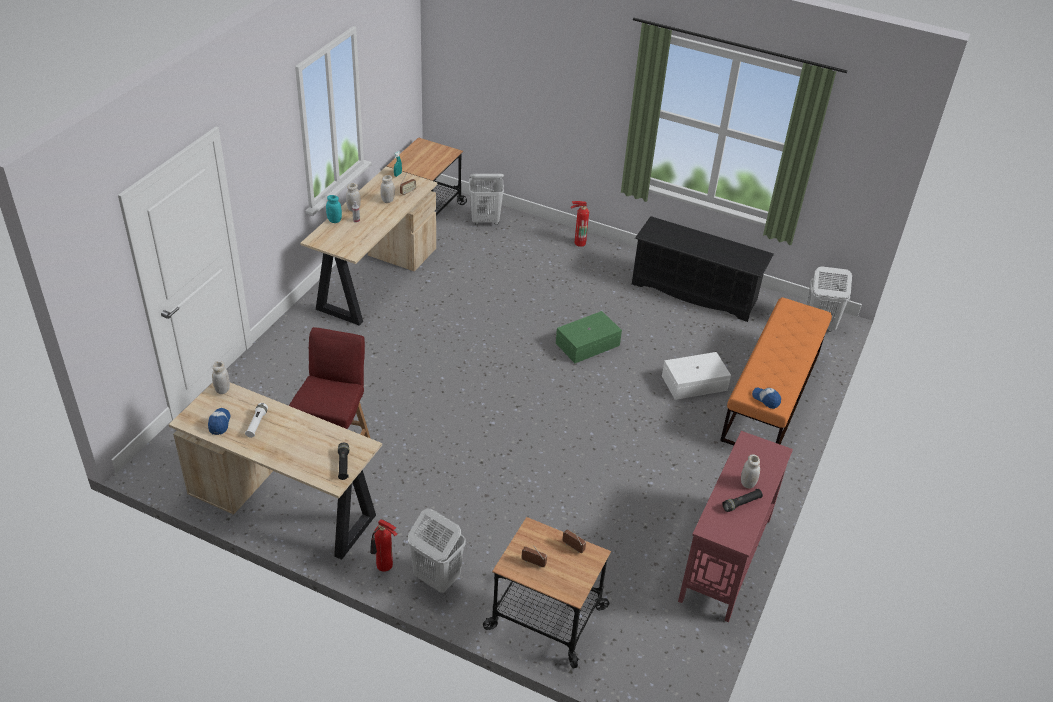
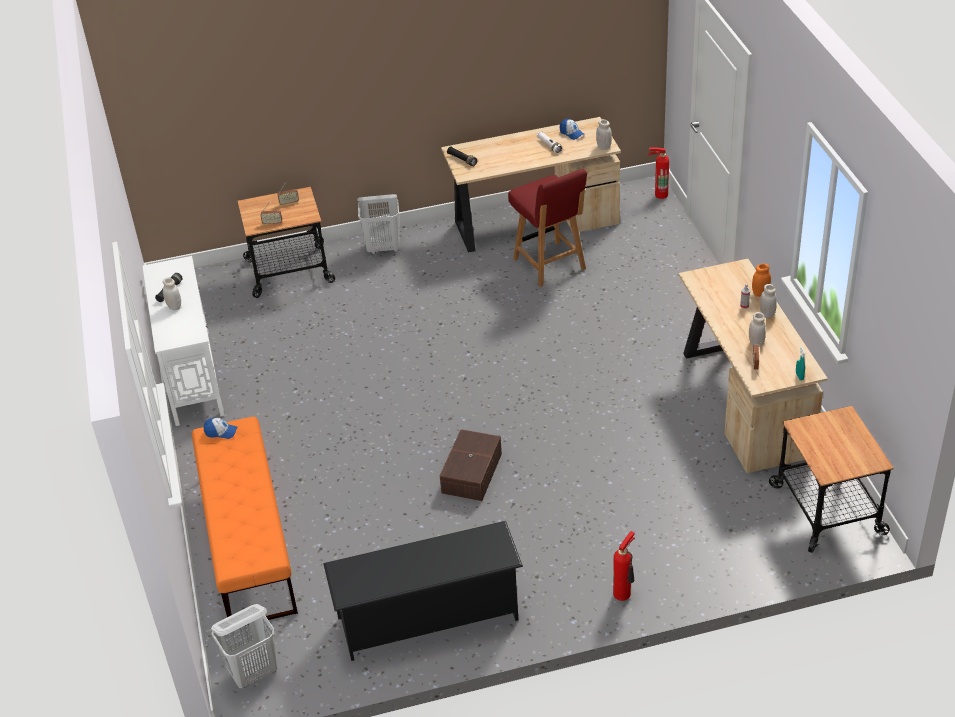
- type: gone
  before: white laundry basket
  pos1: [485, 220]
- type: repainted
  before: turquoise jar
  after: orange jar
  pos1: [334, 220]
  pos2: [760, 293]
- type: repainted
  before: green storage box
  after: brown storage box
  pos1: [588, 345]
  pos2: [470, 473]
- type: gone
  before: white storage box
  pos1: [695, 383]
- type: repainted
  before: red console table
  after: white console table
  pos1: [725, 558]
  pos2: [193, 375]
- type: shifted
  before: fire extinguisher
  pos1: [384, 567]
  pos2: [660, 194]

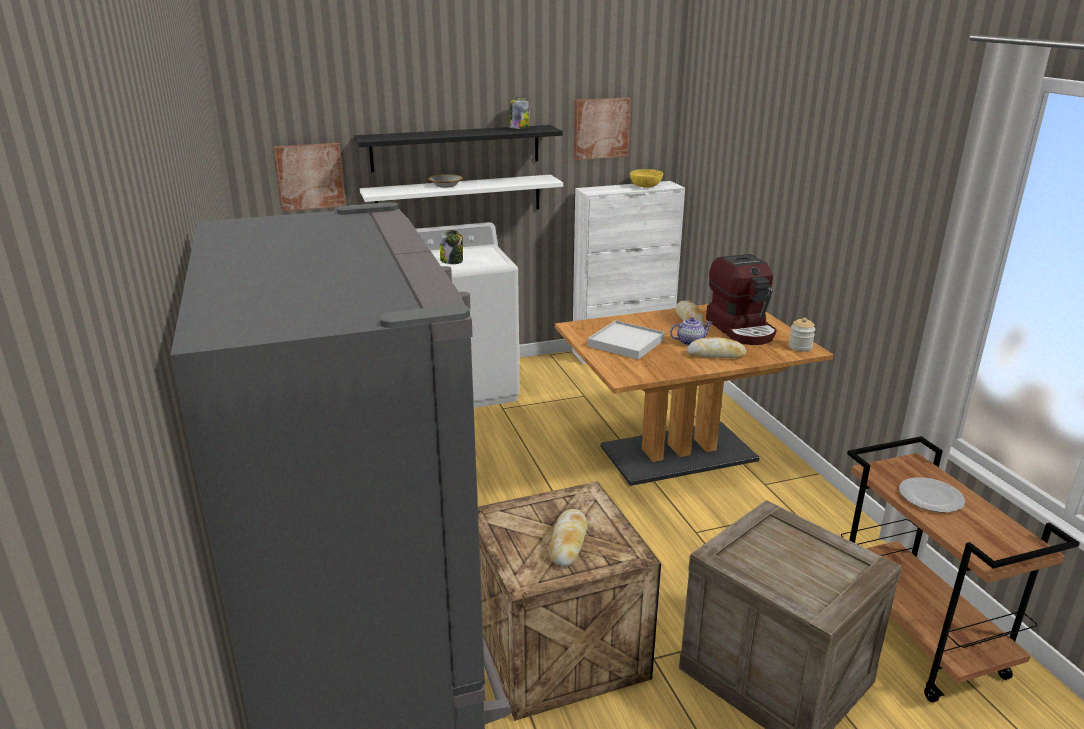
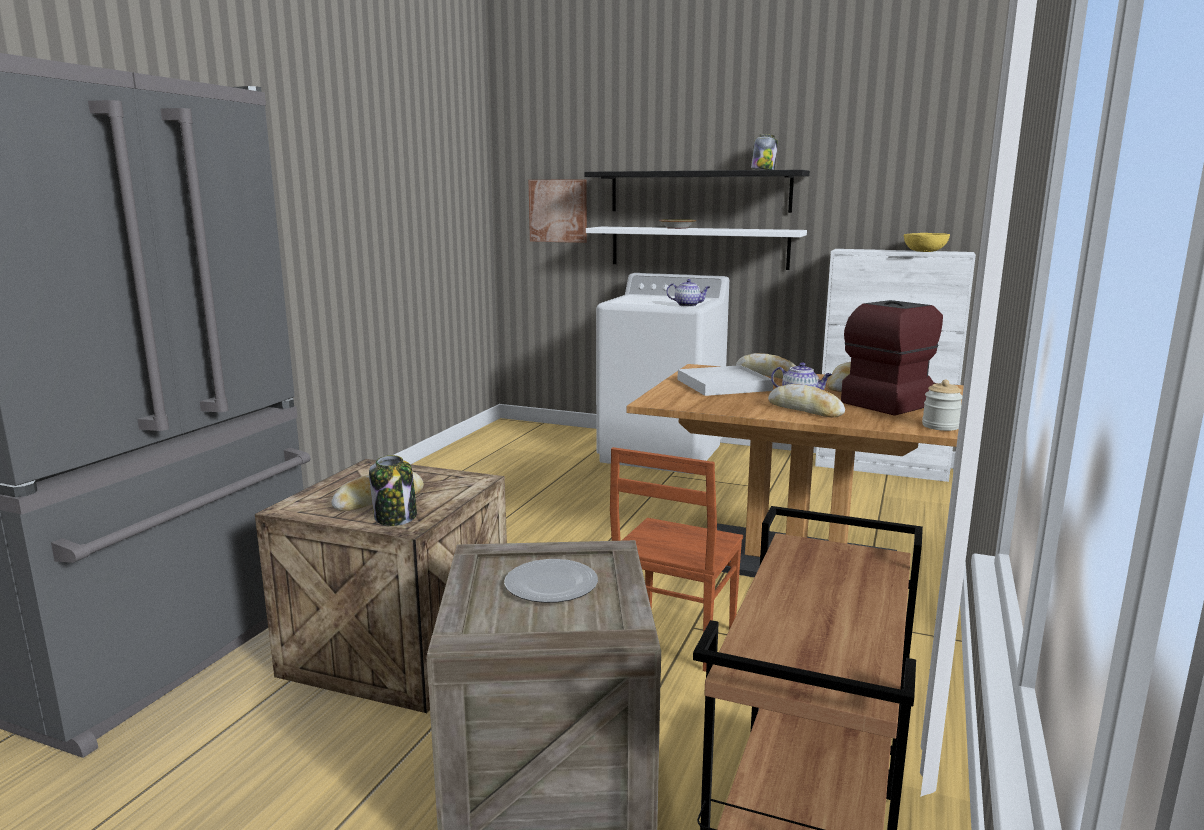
- type: gone
  before: picture
  pos1: [601, 128]
- type: shifted
  before: jar
  pos1: [452, 261]
  pos2: [396, 517]
- type: rotated
  before: coffee machine
  pos1: [741, 329]
  pos2: [895, 401]
  turn: -150
- type: shifted
  before: plate
  pos1: [930, 498]
  pos2: [550, 585]
- type: new
  after: teapot
  pos2: [688, 305]
- type: new
  after: bread
  pos2: [766, 374]
- type: new
  after: brown chair
  pos2: [672, 638]

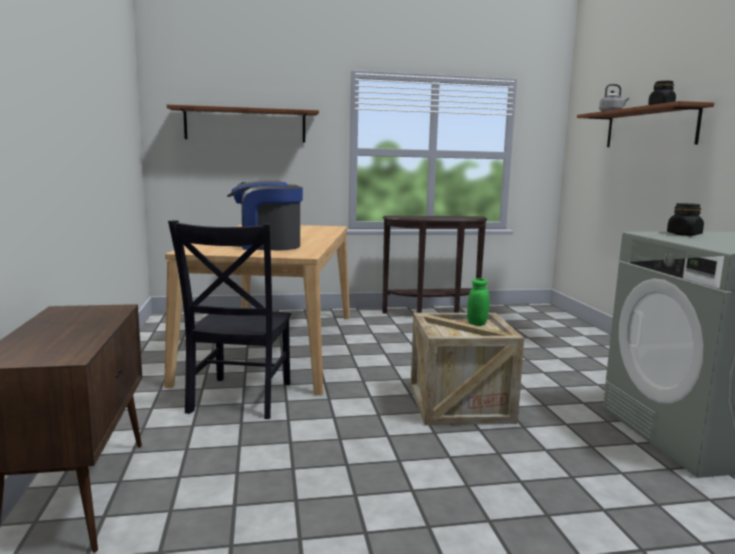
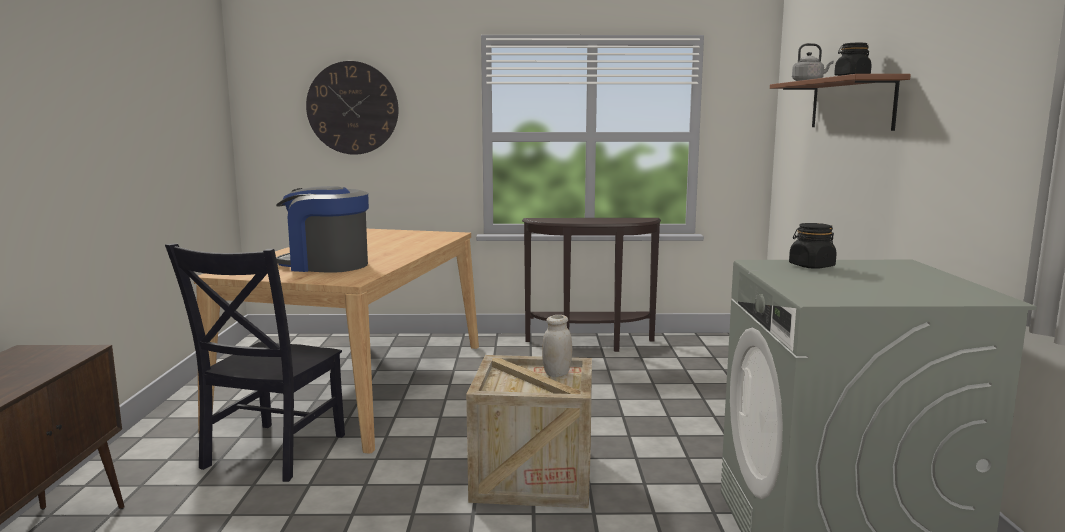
- type: swapped
  before: brown shelf
  after: wall clock
  pos1: [245, 125]
  pos2: [352, 108]
- type: repainted
  before: green jar
  after: white jar
  pos1: [477, 324]
  pos2: [557, 374]

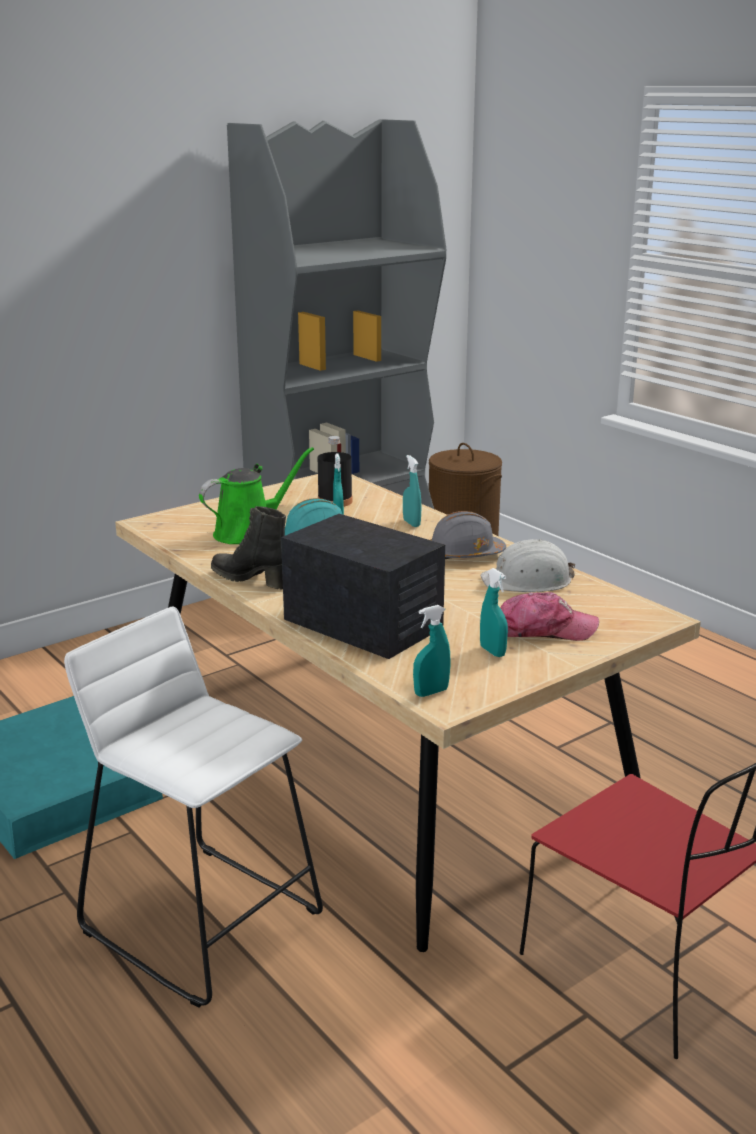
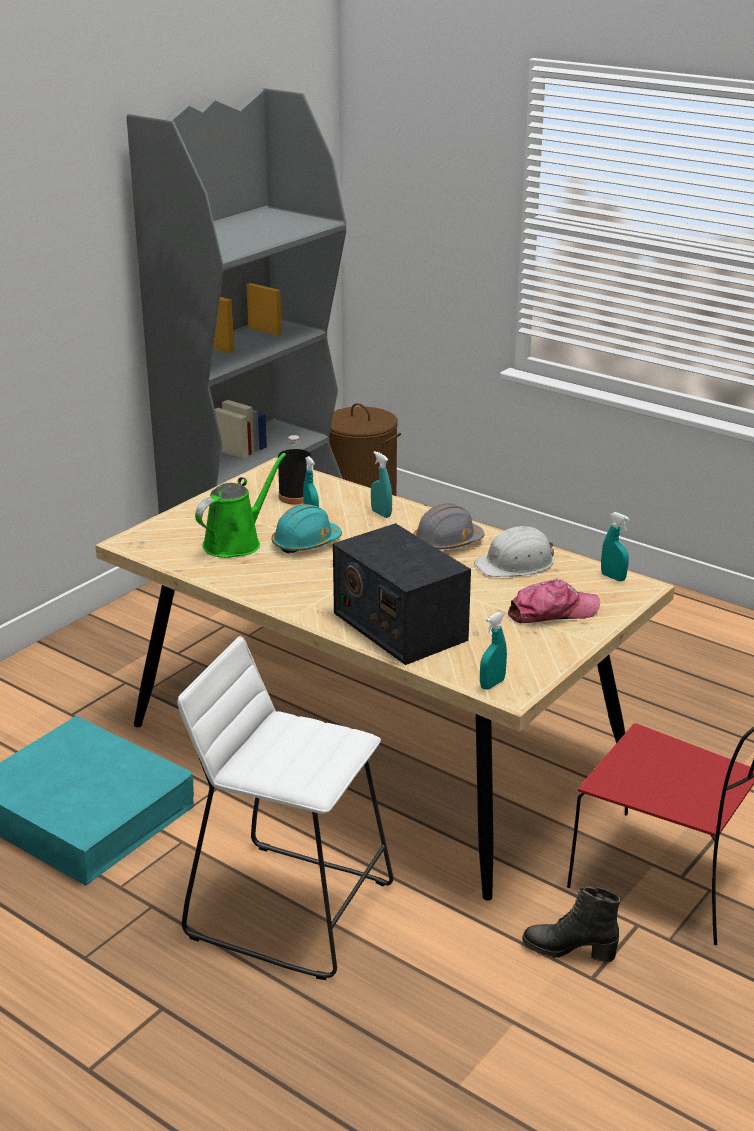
- type: shifted
  before: black boot
  pos1: [252, 579]
  pos2: [569, 949]
- type: rotated
  before: radio
  pos1: [364, 623]
  pos2: [399, 626]
  turn: -150
- type: shifted
  before: turquoise spray bottle
  pos1: [492, 651]
  pos2: [613, 577]

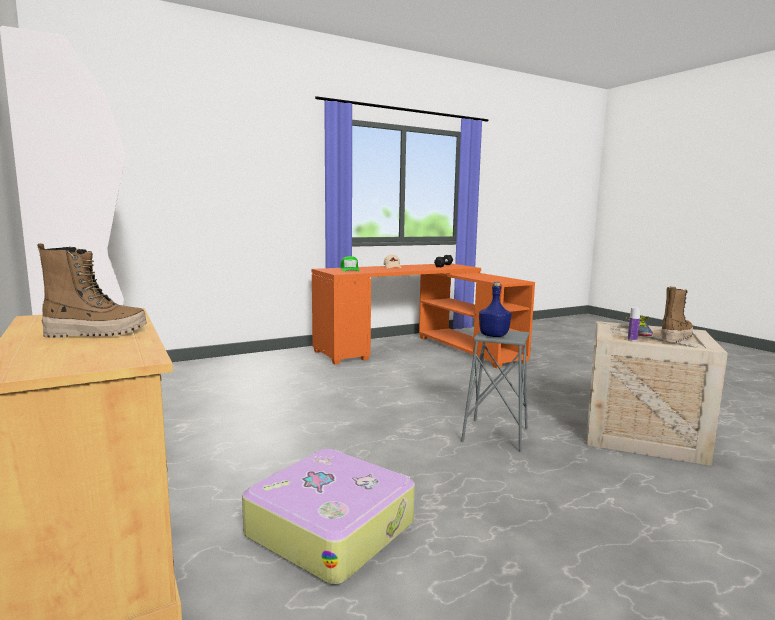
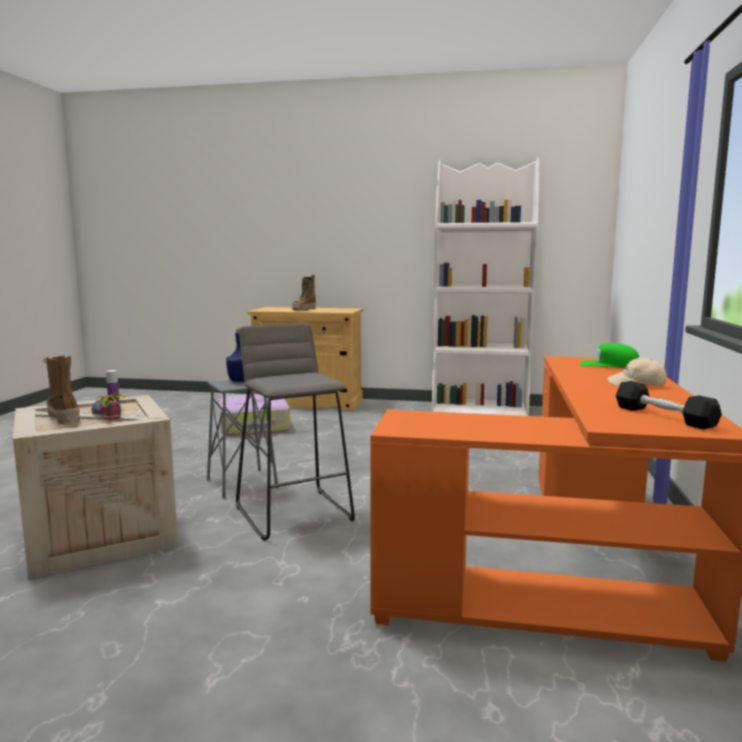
- type: rotated
  before: boot
  pos1: [675, 337]
  pos2: [63, 417]
  turn: 150
- type: new
  after: grey stool
  pos2: [295, 513]

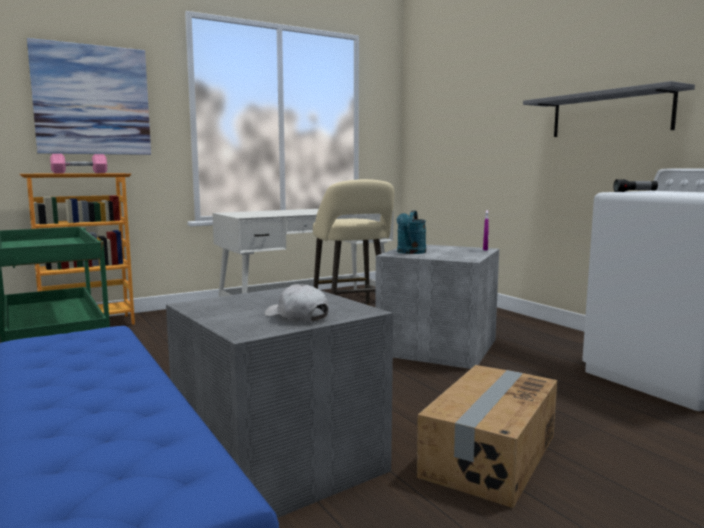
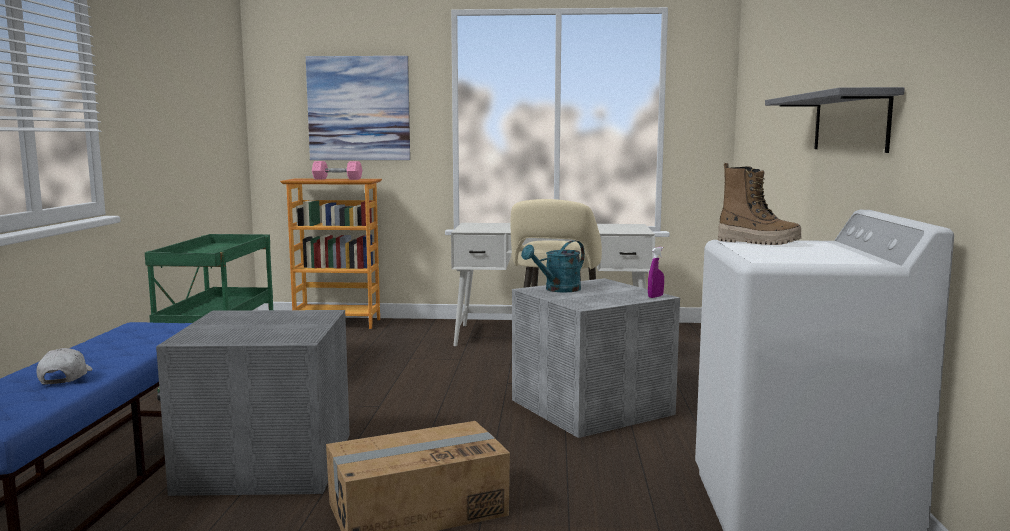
- type: swapped
  before: flashlight
  after: boot
  pos1: [635, 192]
  pos2: [758, 243]
- type: shifted
  before: white cap
  pos1: [297, 317]
  pos2: [65, 377]

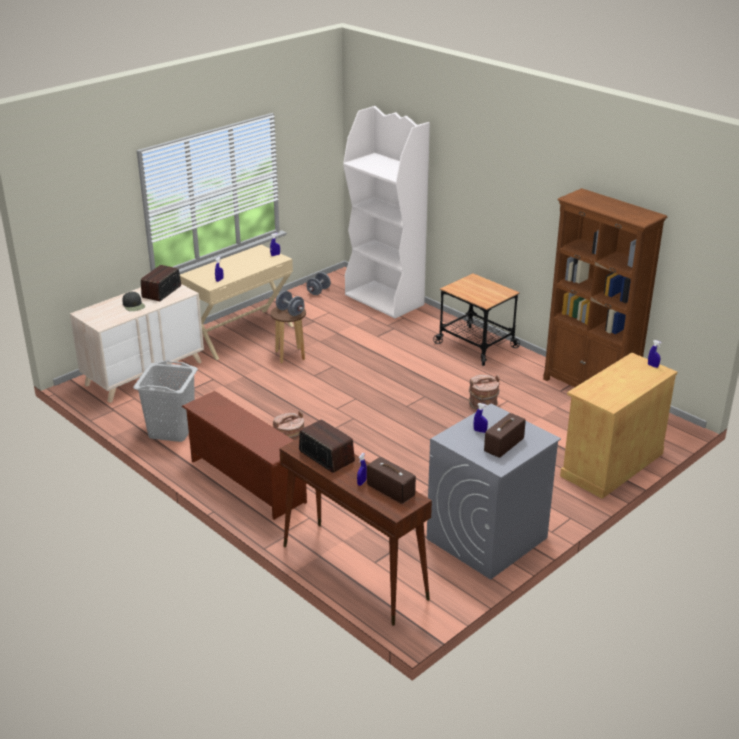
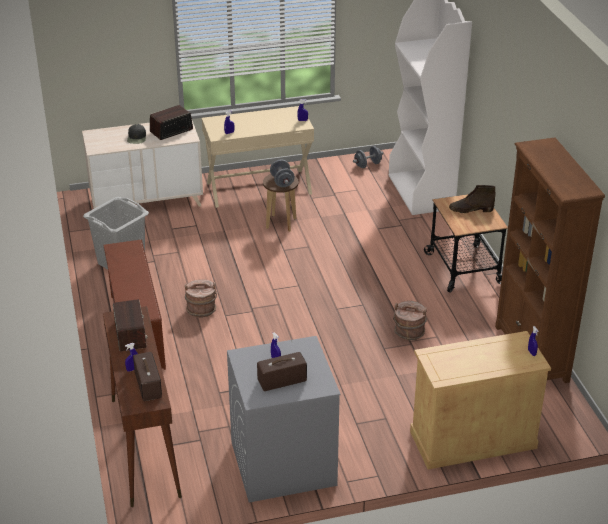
- type: new
  after: brown boot
  pos2: [470, 209]

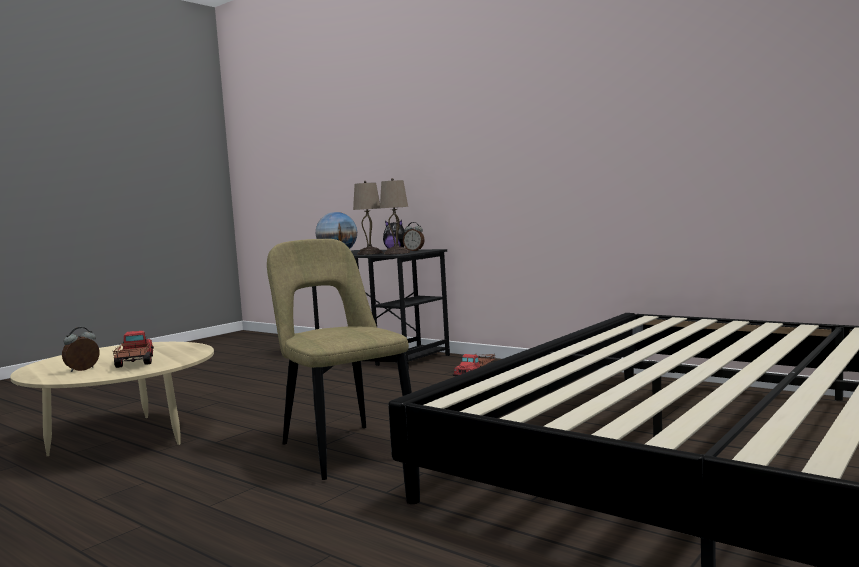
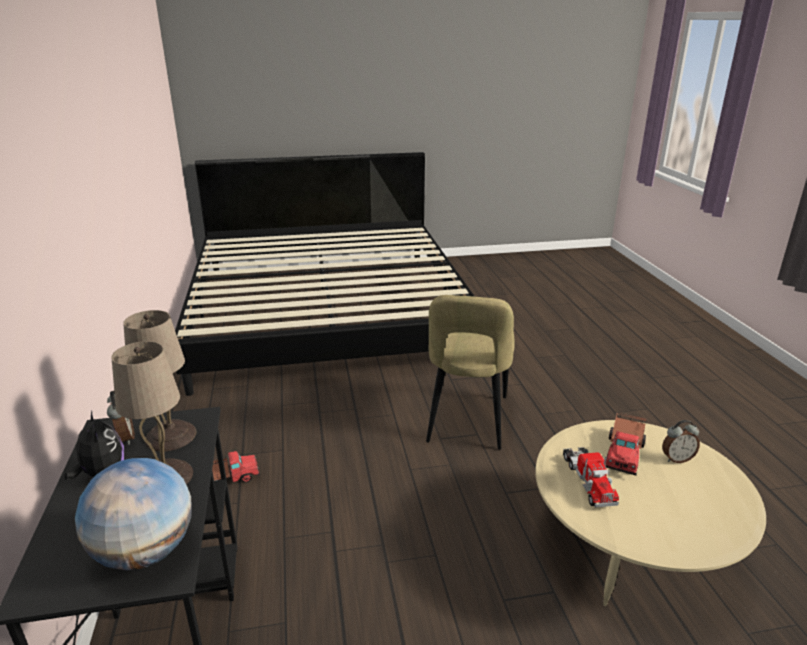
- type: new
  after: toy truck
  pos2: [587, 480]

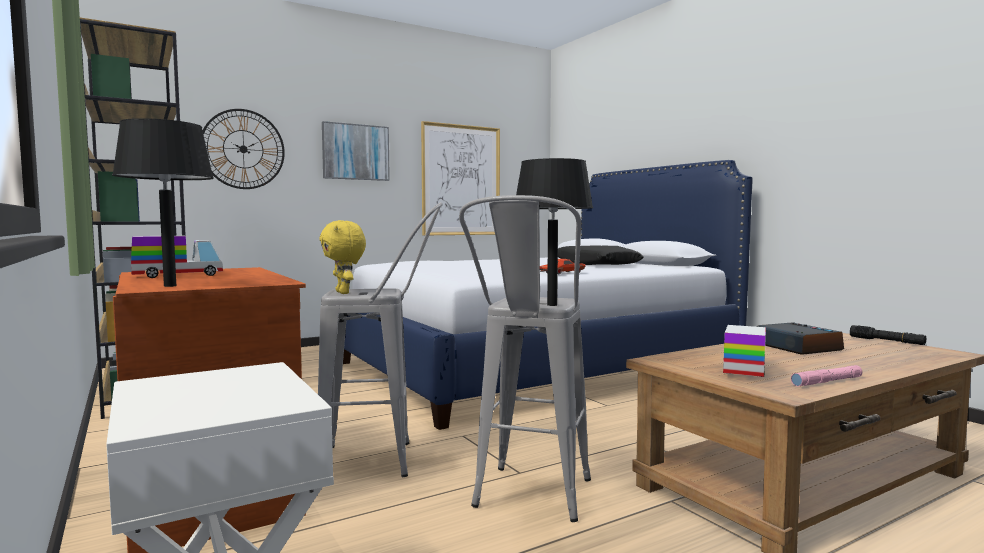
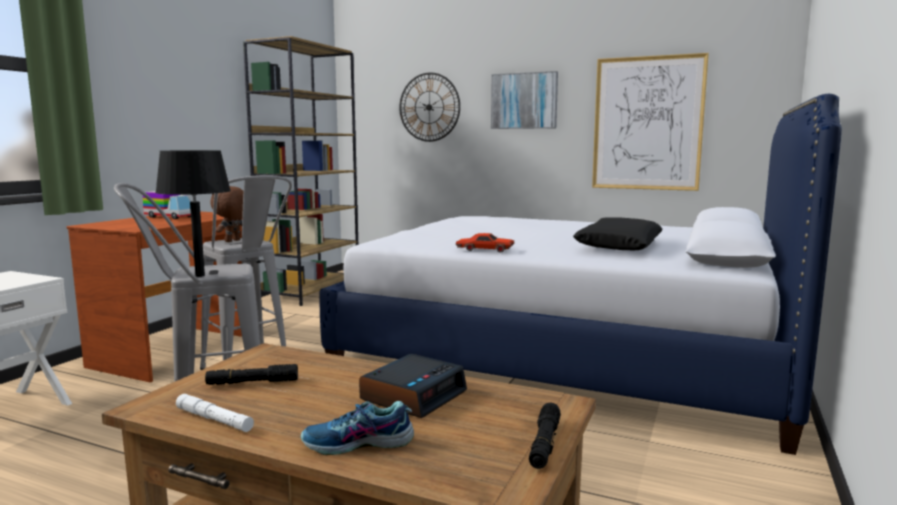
- type: gone
  before: black table lamp
  pos1: [170, 286]
- type: repainted
  before: yellow plush toy
  after: brown plush toy
  pos1: [344, 293]
  pos2: [233, 241]
- type: swapped
  before: toy truck
  after: black flashlight
  pos1: [744, 369]
  pos2: [252, 383]
- type: repainted
  before: pink flashlight
  after: white flashlight
  pos1: [827, 381]
  pos2: [214, 419]
- type: new
  after: shoe
  pos2: [358, 444]

